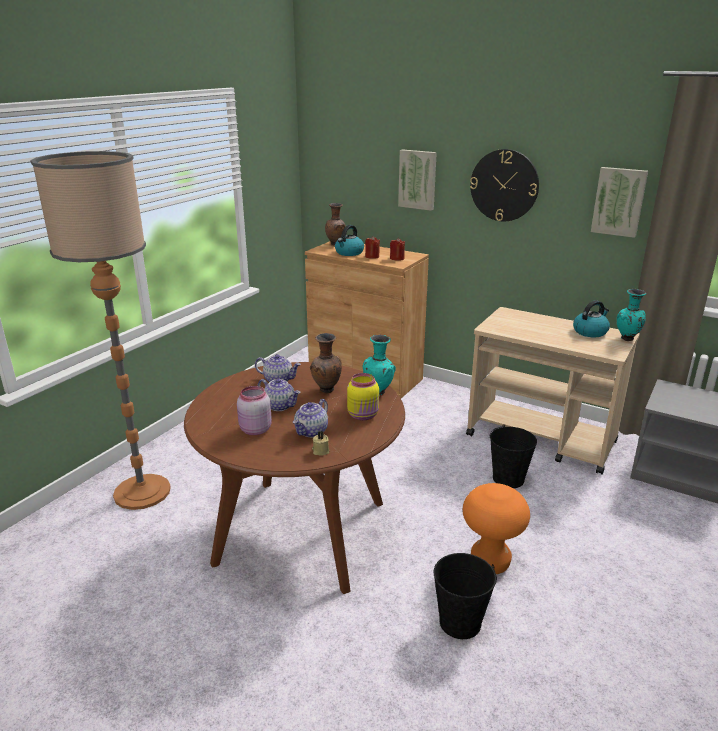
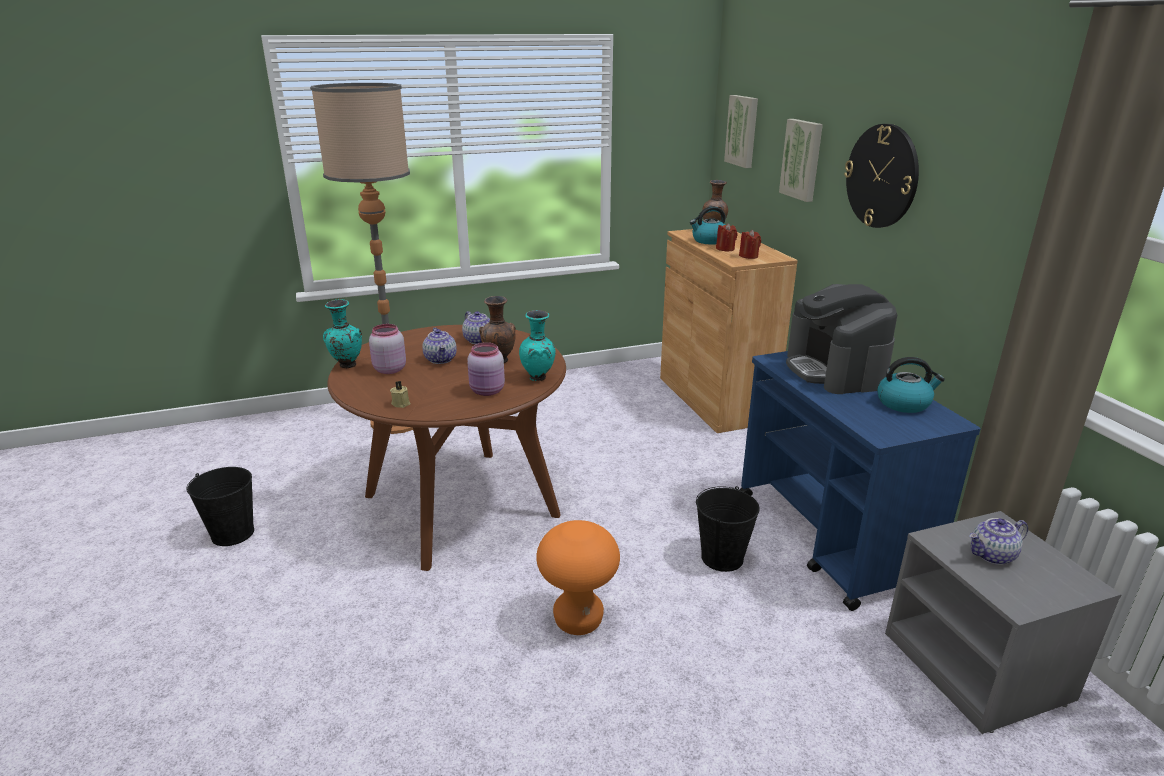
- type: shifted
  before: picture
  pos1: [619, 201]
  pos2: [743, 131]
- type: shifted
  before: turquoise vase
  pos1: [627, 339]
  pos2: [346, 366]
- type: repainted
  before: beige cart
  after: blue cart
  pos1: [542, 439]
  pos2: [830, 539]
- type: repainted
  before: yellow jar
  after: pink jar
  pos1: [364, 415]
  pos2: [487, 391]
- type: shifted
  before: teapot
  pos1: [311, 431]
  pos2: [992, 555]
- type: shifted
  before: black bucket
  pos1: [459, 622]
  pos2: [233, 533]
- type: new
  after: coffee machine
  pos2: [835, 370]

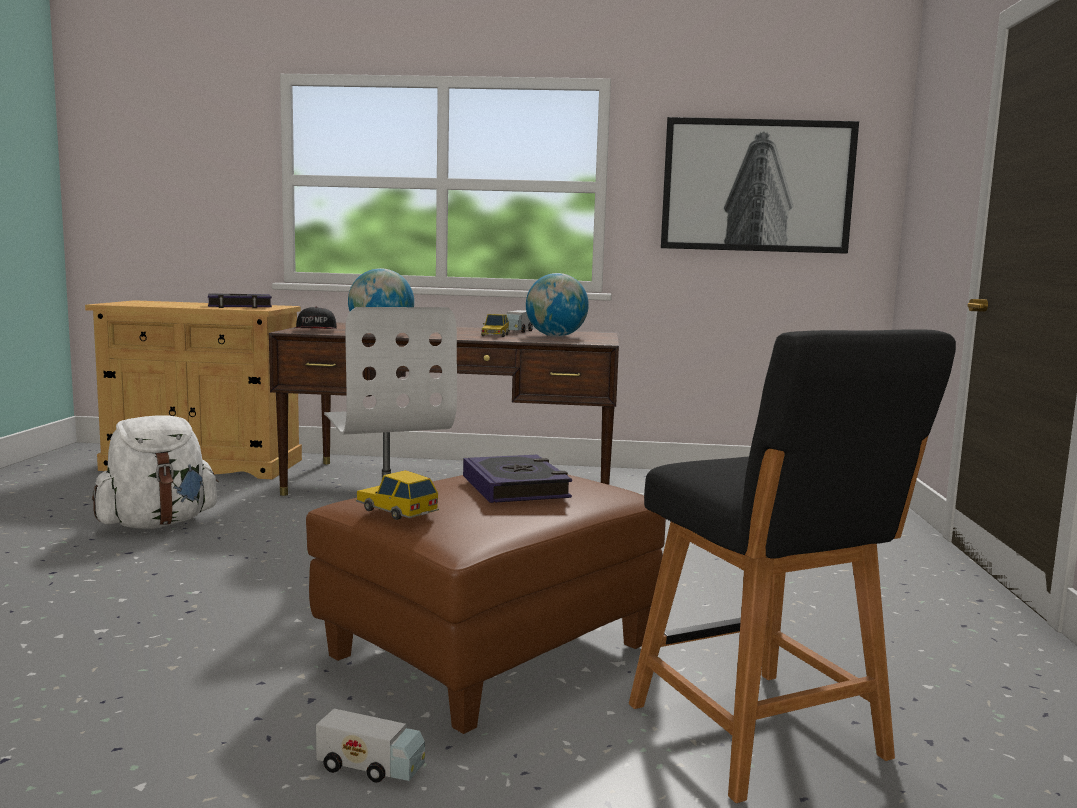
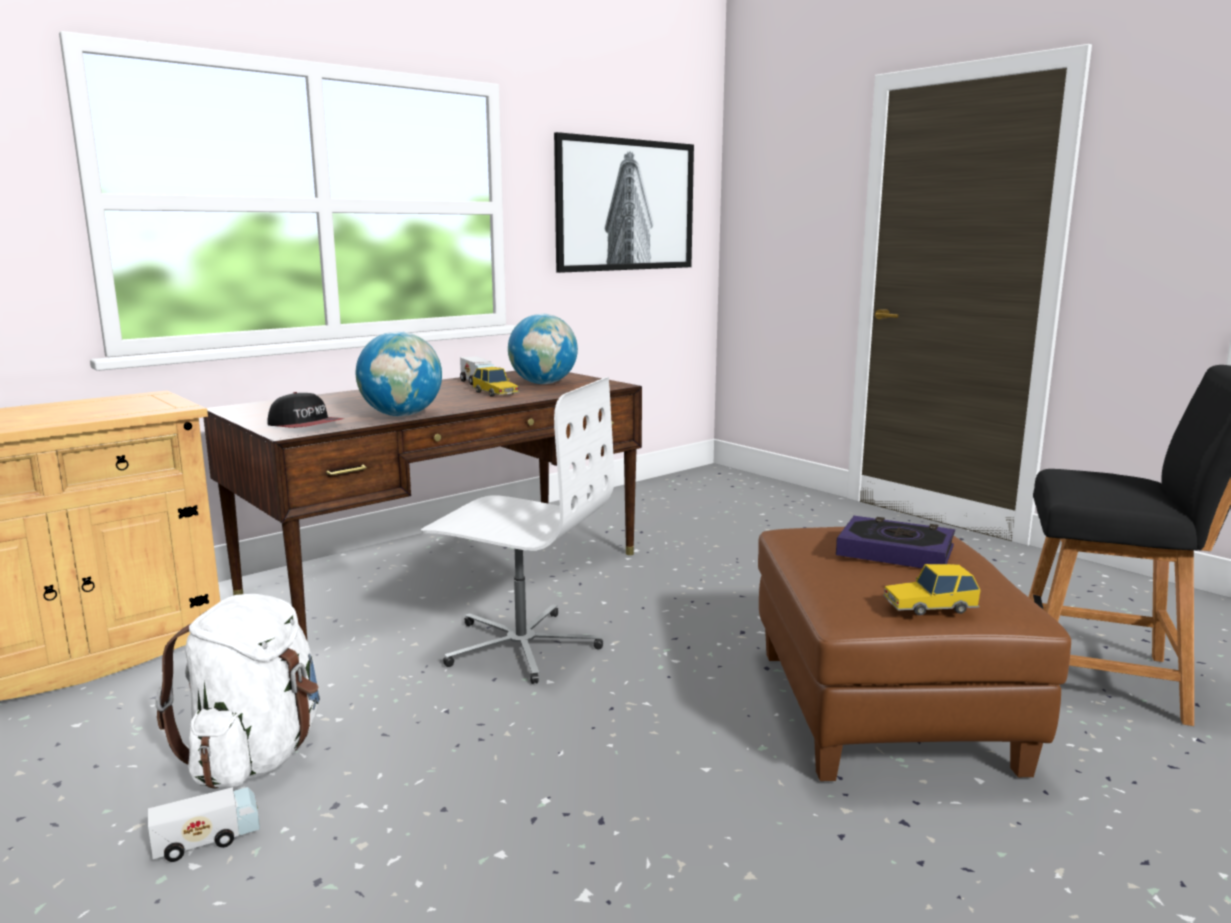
- type: gone
  before: book
  pos1: [239, 306]
- type: shifted
  before: toy truck
  pos1: [371, 767]
  pos2: [208, 840]

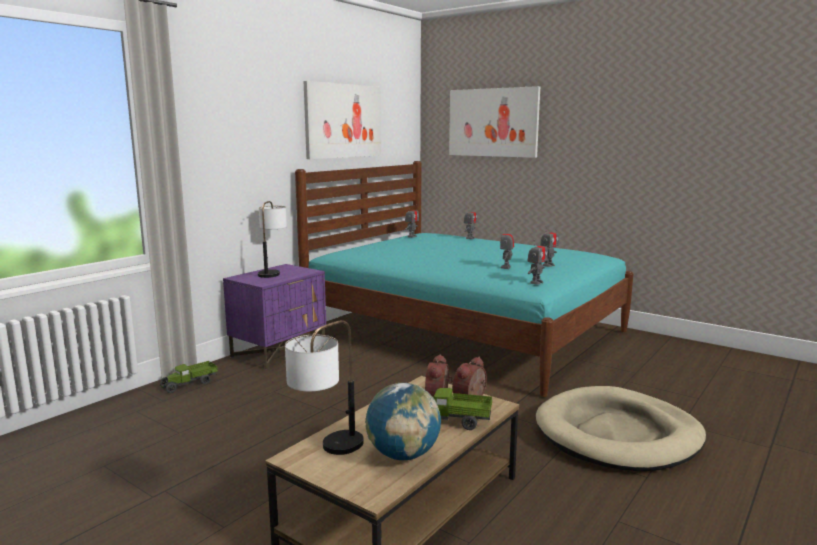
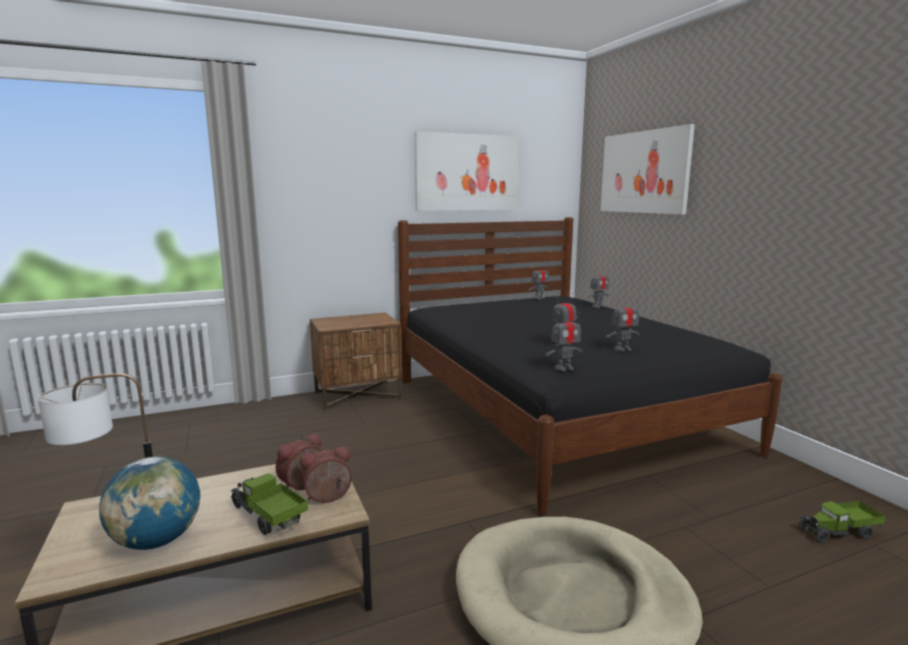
- type: repainted
  before: turquoise bed
  after: black bed
  pos1: [464, 332]
  pos2: [555, 412]
- type: gone
  before: table lamp
  pos1: [272, 272]
- type: repainted
  before: purple nightstand
  after: brown nightstand
  pos1: [279, 351]
  pos2: [358, 395]
- type: shifted
  before: toy truck
  pos1: [190, 384]
  pos2: [838, 532]

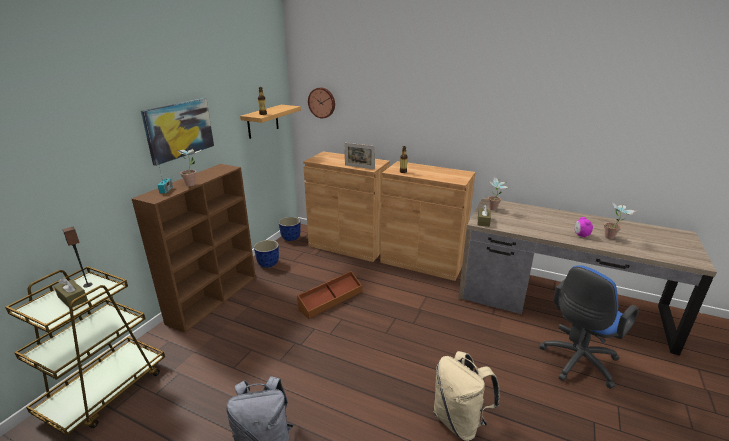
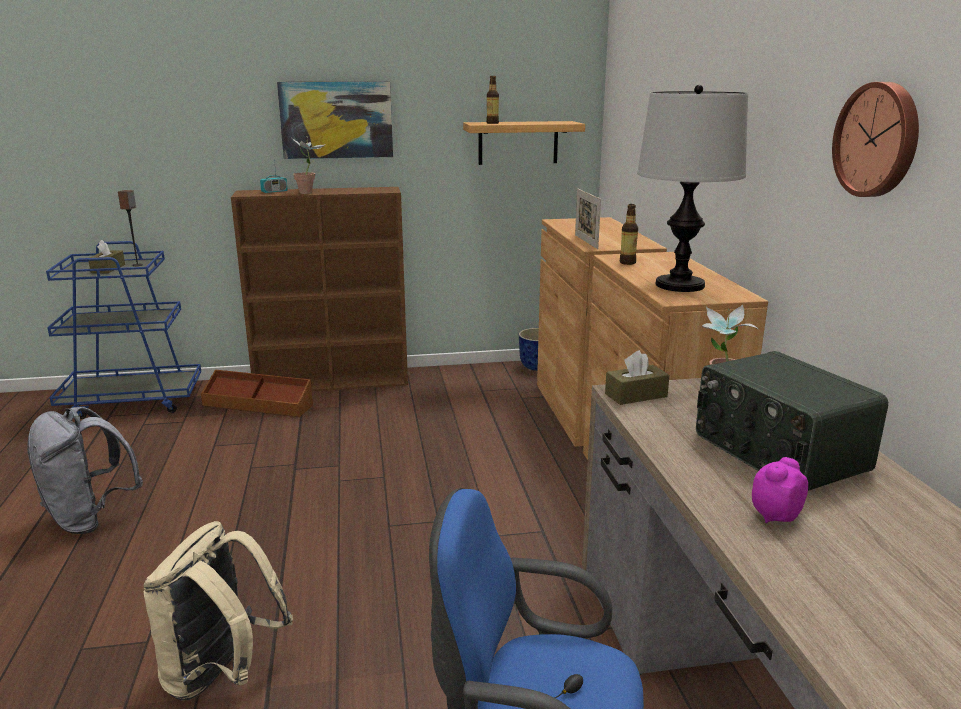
- type: shifted
  before: wall clock
  pos1: [322, 102]
  pos2: [878, 140]
- type: gone
  before: potted plant
  pos1: [612, 238]
- type: gone
  before: planter
  pos1: [268, 264]
- type: repainted
  before: brown cart
  after: blue cart
  pos1: [106, 390]
  pos2: [133, 401]
- type: shifted
  before: brown storage box
  pos1: [330, 300]
  pos2: [258, 404]
- type: new
  after: table lamp
  pos2: [680, 285]
- type: new
  after: radio
  pos2: [777, 453]

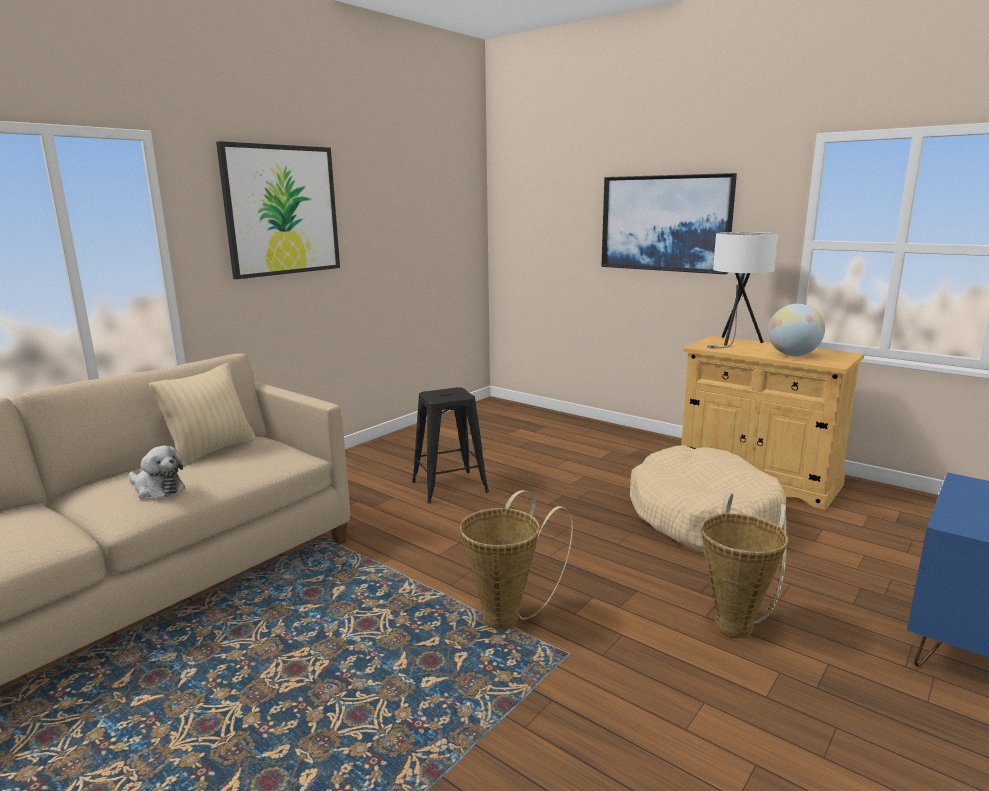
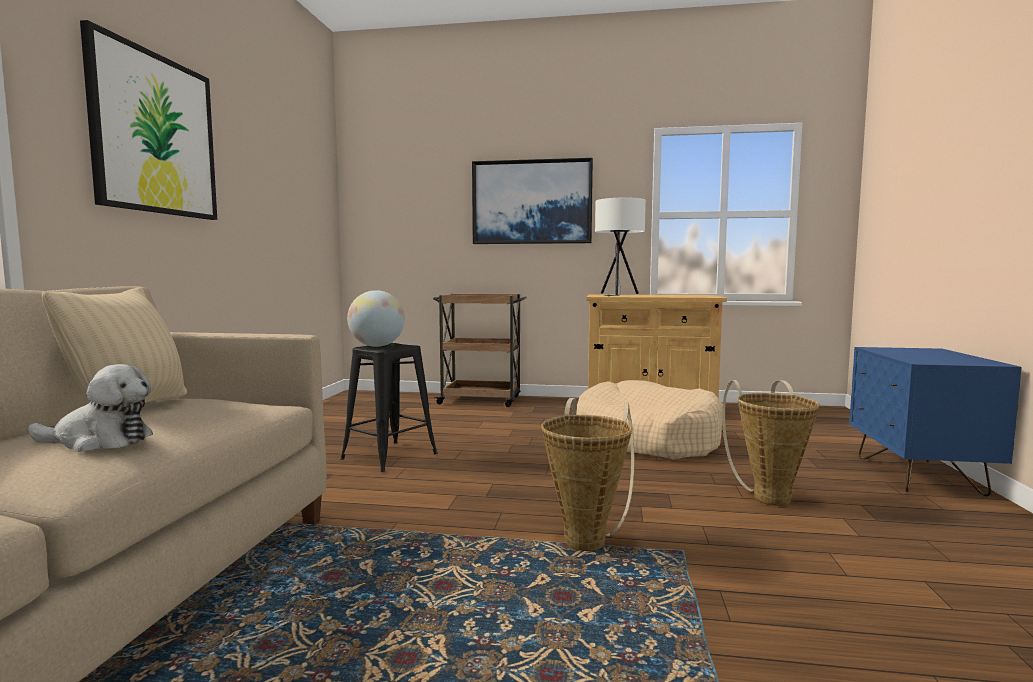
- type: shifted
  before: globe
  pos1: [793, 355]
  pos2: [377, 346]
- type: new
  after: brown cart
  pos2: [481, 400]

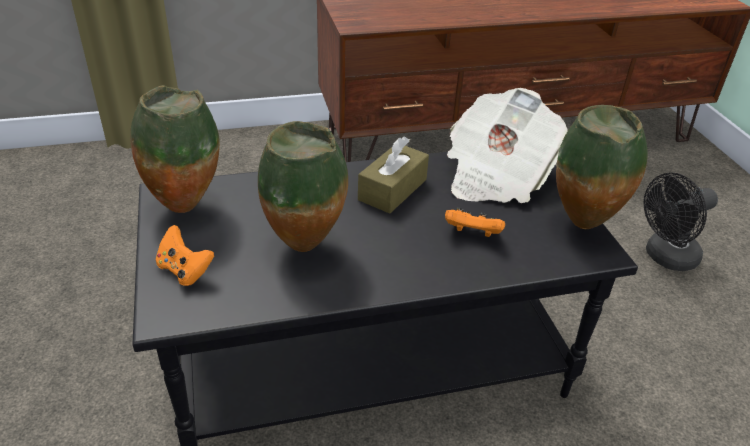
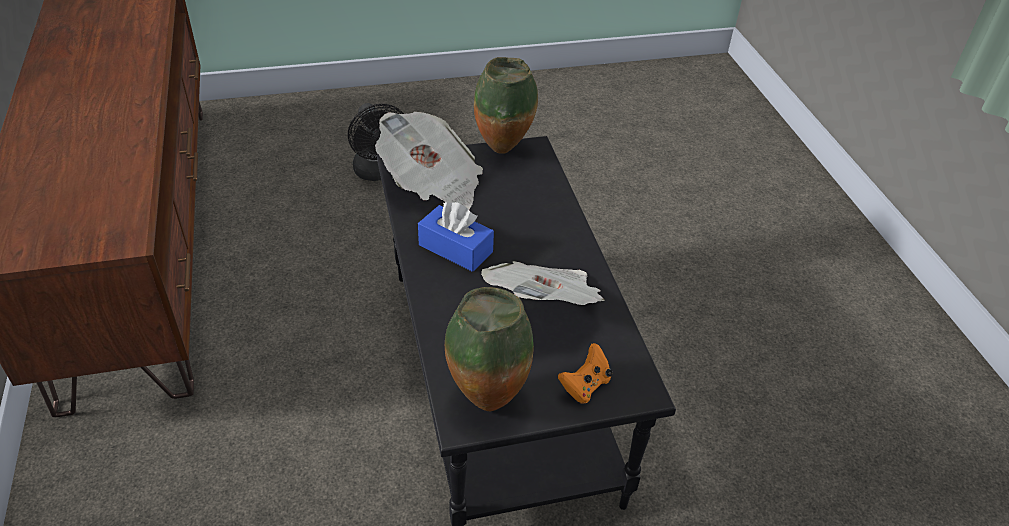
- type: swapped
  before: vase
  after: newspaper
  pos1: [306, 247]
  pos2: [544, 305]
- type: repainted
  before: brown tissue box
  after: blue tissue box
  pos1: [392, 190]
  pos2: [455, 248]
- type: gone
  before: orange game controller
  pos1: [472, 234]

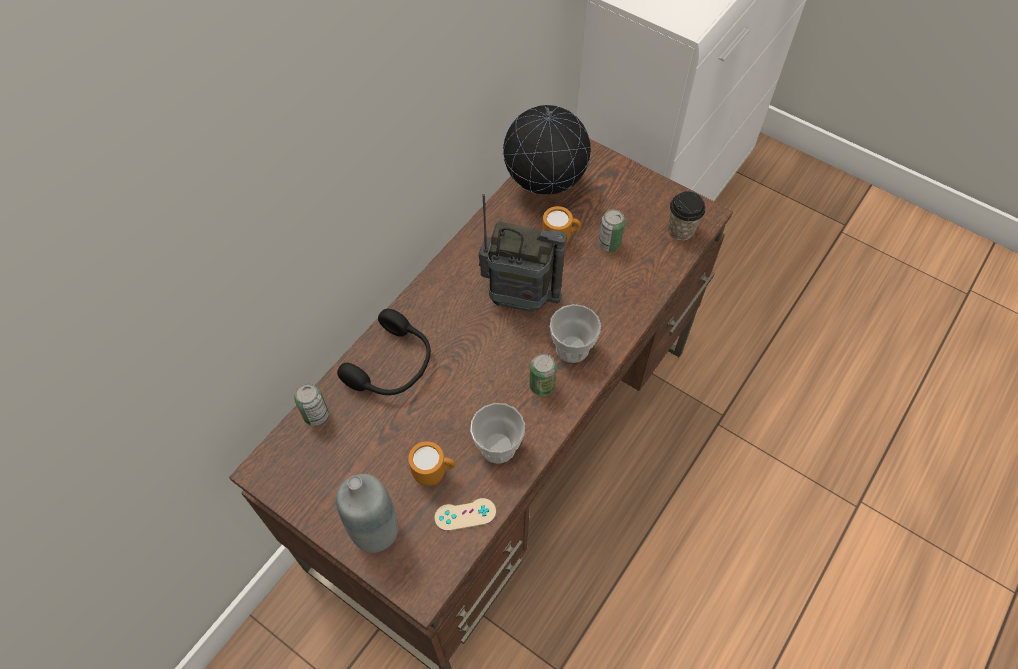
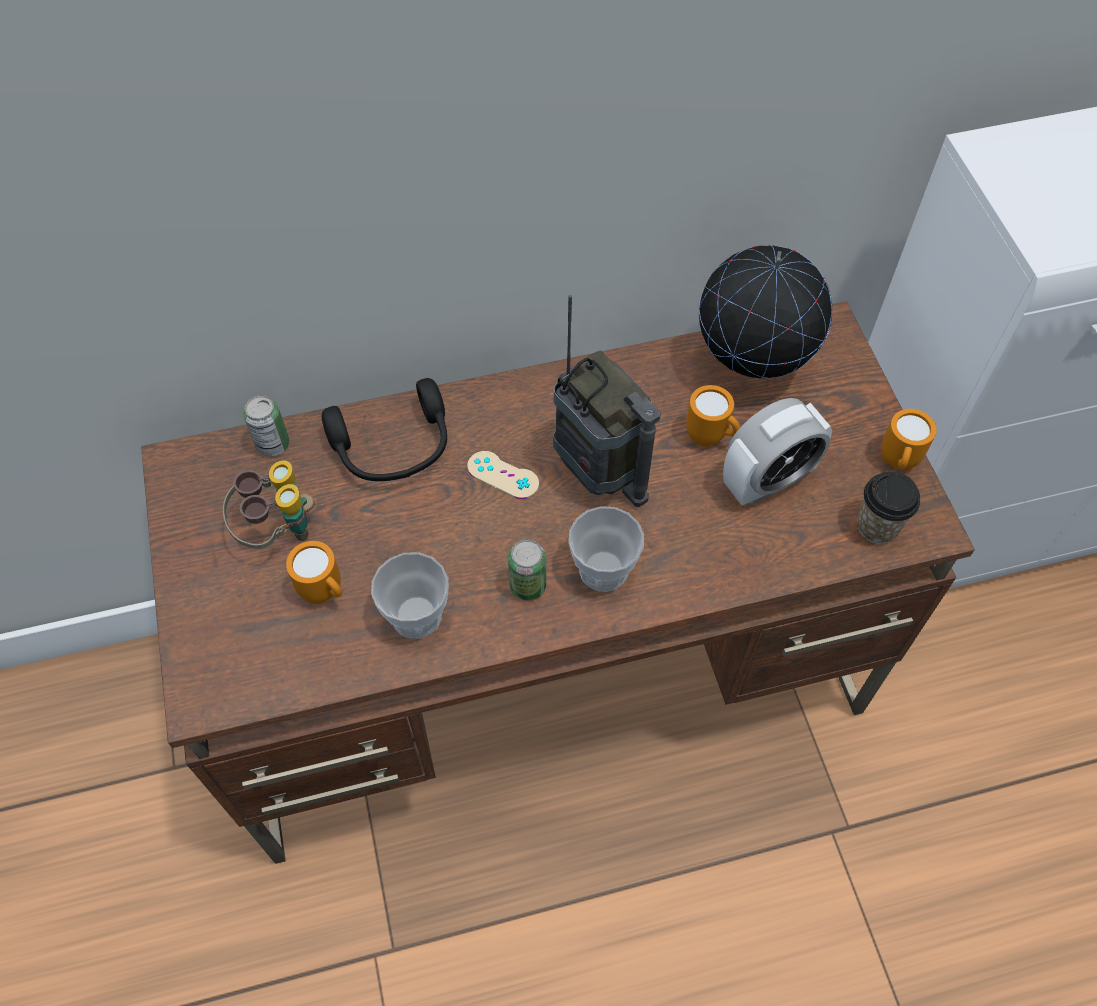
- type: swapped
  before: can
  after: alarm clock
  pos1: [609, 244]
  pos2: [767, 481]
- type: gone
  before: grey bottle
  pos1: [375, 531]
- type: shifted
  before: beige game controller
  pos1: [465, 514]
  pos2: [503, 475]
- type: new
  after: orange mug
  pos2: [897, 463]
- type: new
  after: binoculars
  pos2: [278, 530]

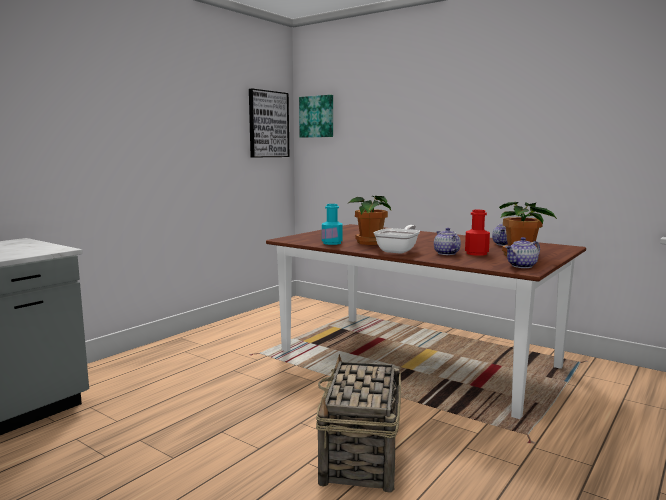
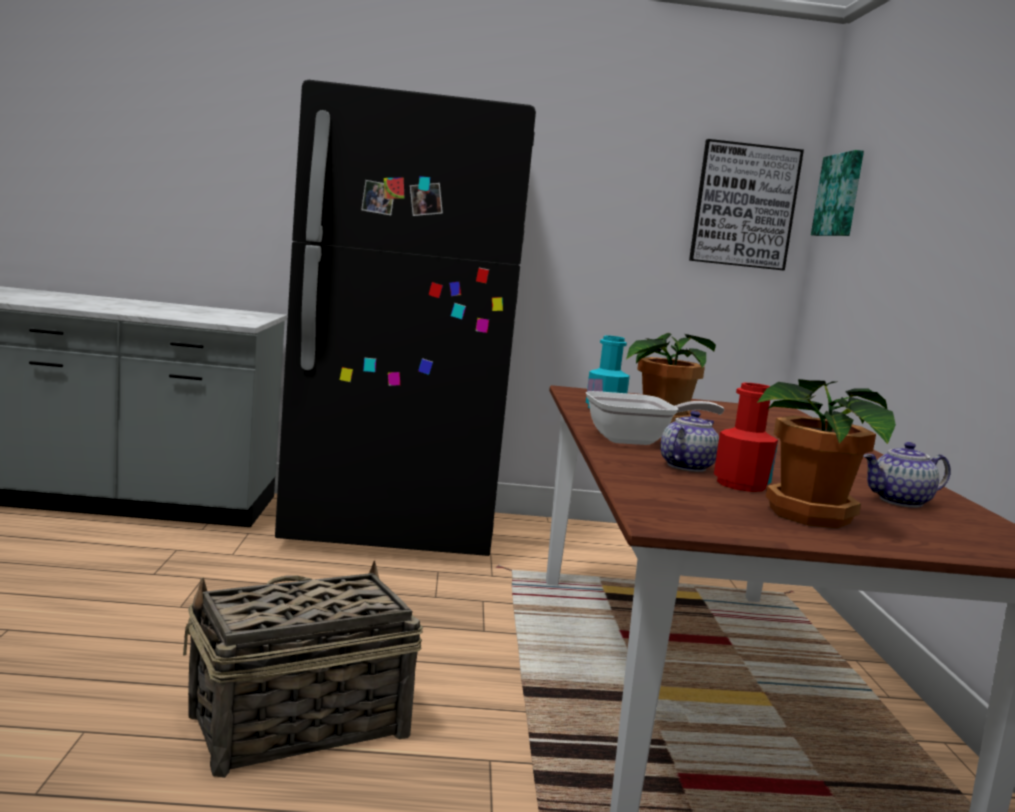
- type: gone
  before: teapot
  pos1: [522, 266]
- type: new
  after: black fridge
  pos2: [390, 530]

